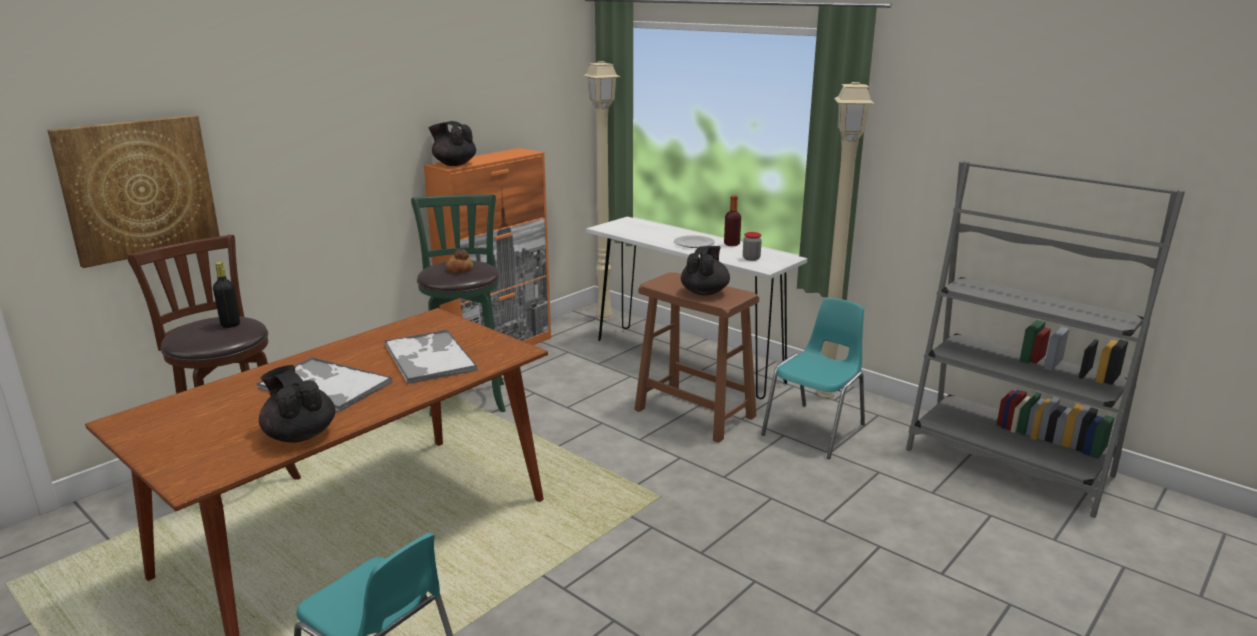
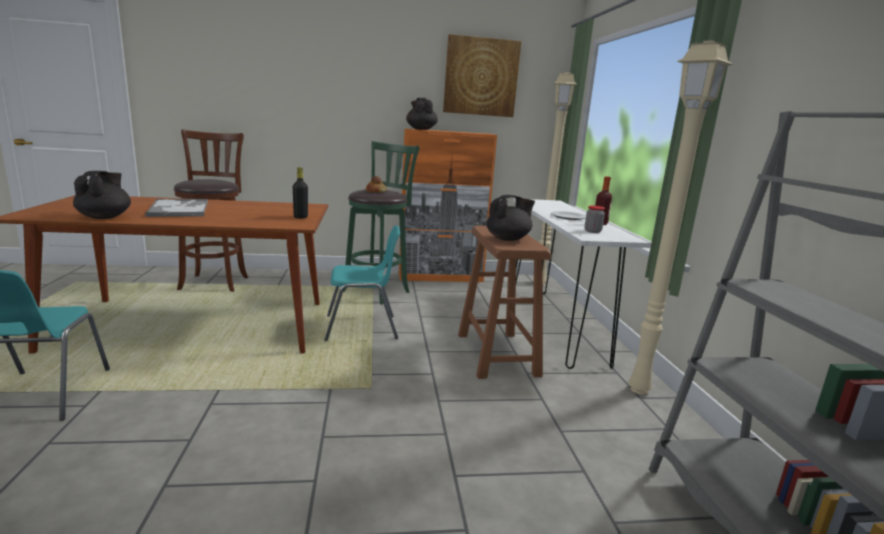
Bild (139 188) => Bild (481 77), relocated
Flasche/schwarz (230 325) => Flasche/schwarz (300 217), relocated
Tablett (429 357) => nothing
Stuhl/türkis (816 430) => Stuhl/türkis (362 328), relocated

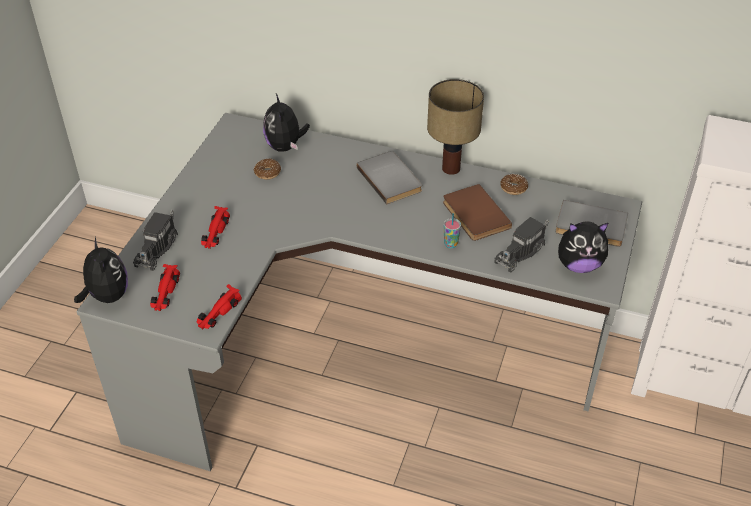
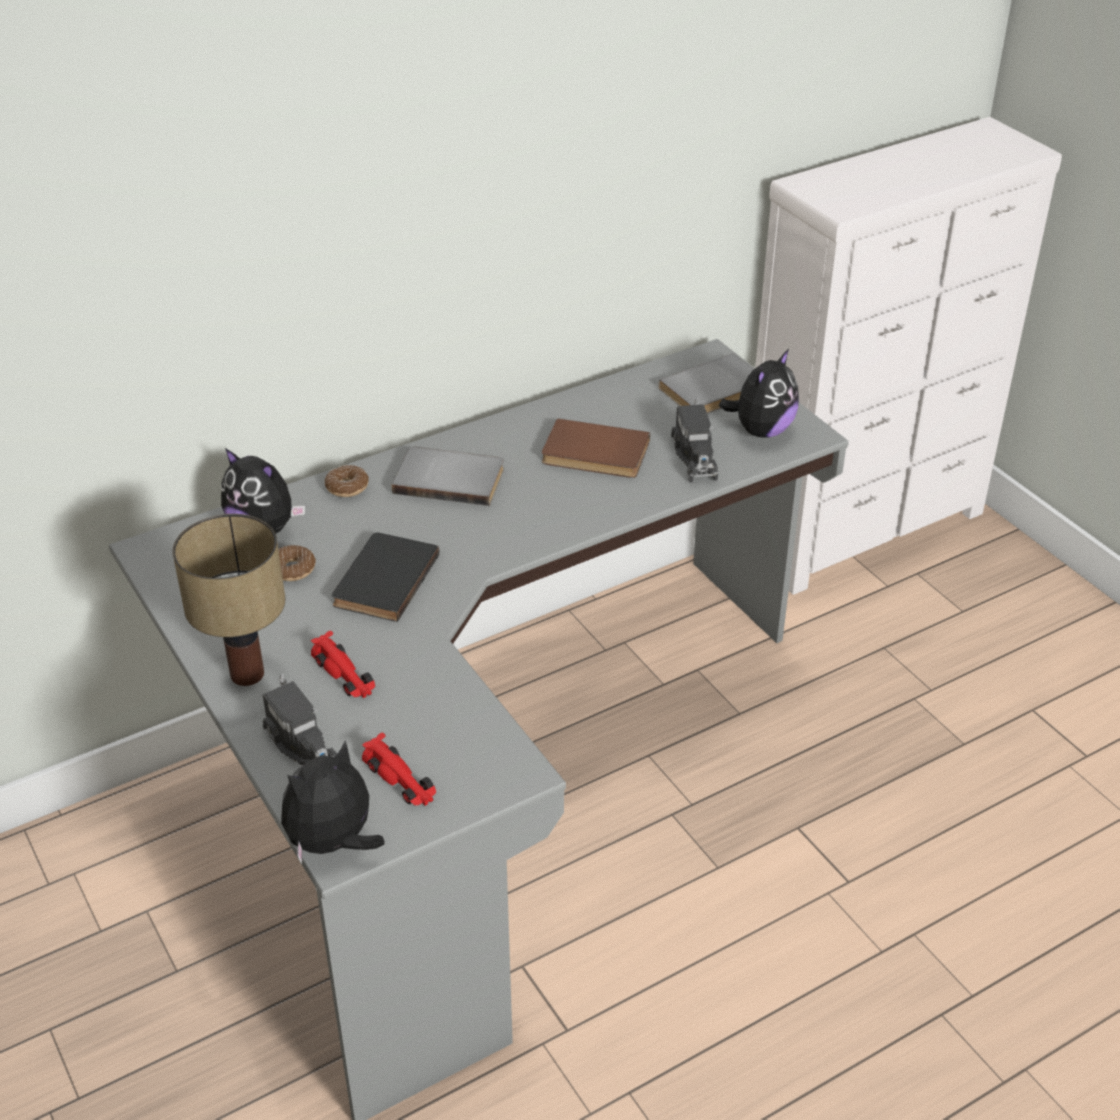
Plüschtier (107 296) => Plüschtier (333 843), 60 degrees counterclockwise
Spielzeugauto/rot (218 312) => nothing
Tischlampe (451 169) => Tischlampe (249 674), relocated
Tasse (450 244) => nothing
Donut (513 188) => Donut (347 487), relocated
nothing => Buch/schwarz (382 579)

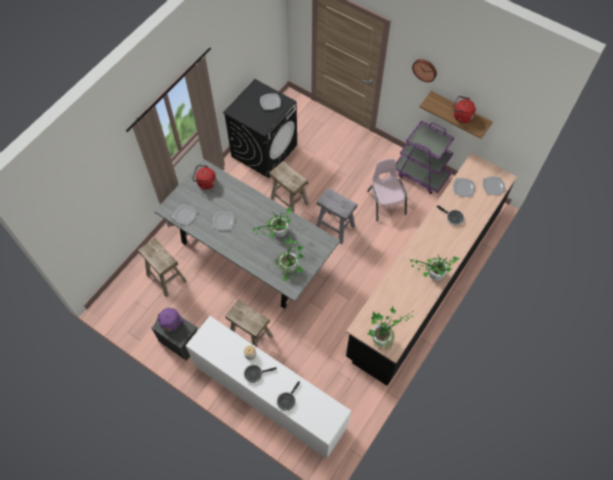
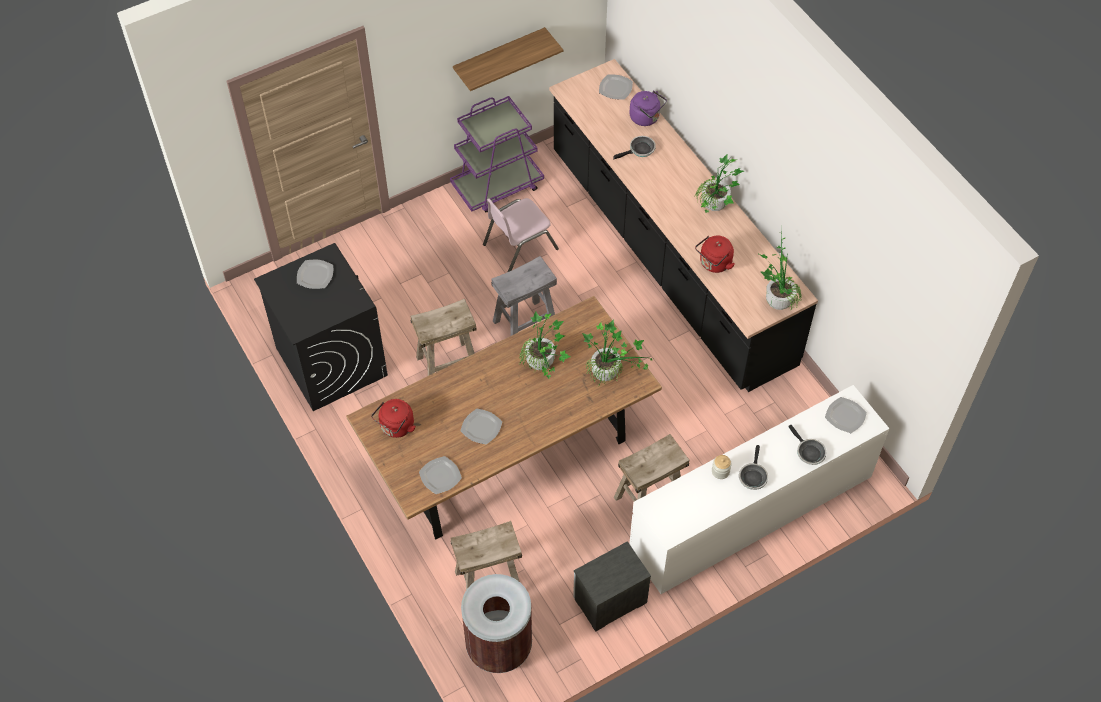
Esstisch/grau (250 253) => Esstisch/braun (507 450)
Wasserkessel/lila (171 324) => Wasserkessel/lila (646 118), relocated
Stuhl/rosa (386 202) => Stuhl/rosa (519 246), 45 degrees counterclockwise
Wanduhr (425 69) => nothing
Wasserkessel/rot (461 116) => Wasserkessel/rot (714 264), relocated
Teller (463 188) => Teller (845 416), relocated
nothing => Mülleimer/braun (499 646)

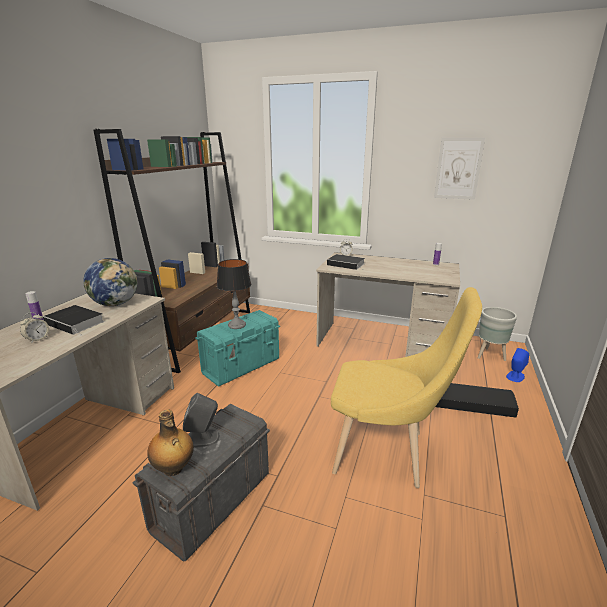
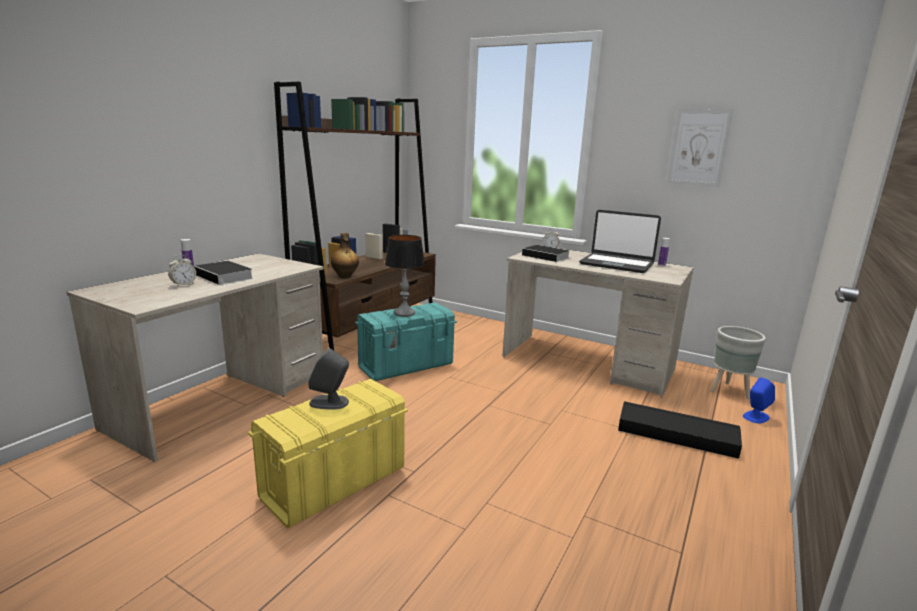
Globus (116 304) => nothing
Aufbewahrungsbox/grau (212 502) => Aufbewahrungsbox/gelb (333 483)
Flasche (173 469) => Flasche (345 276), relocated
Stuhl/gelb (386 453) => nothing
nothing => Laptop (616 264)

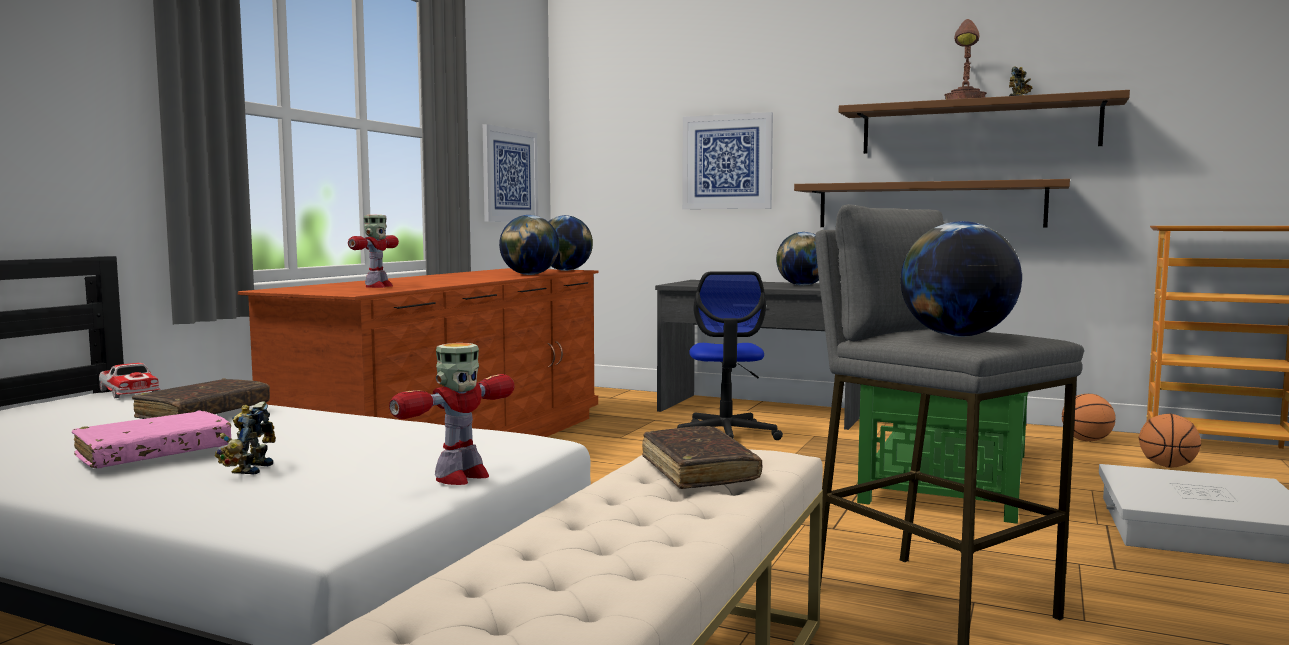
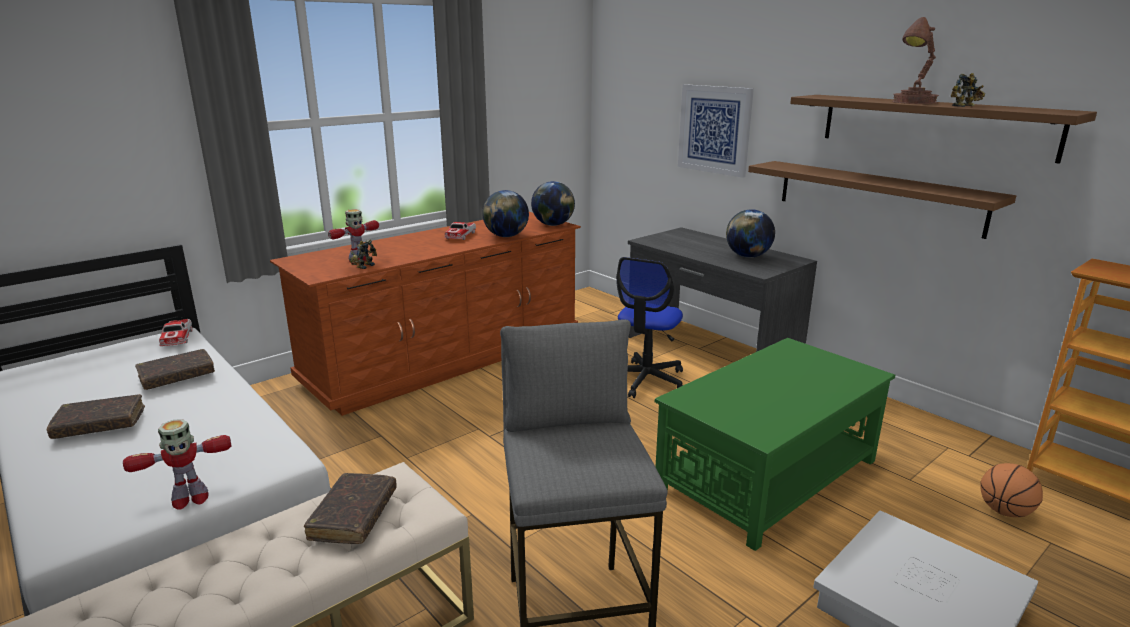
Buch/rosa (154 454) => Buch/braun (100 424)
Spielzeugroboter (248 469) => Spielzeugroboter (364 266), relocated
Bild (509 175) => nothing
Globus (957 336) => nothing
Basketball (1086 441) => nothing
nothing => Spielzeugauto (460 236)

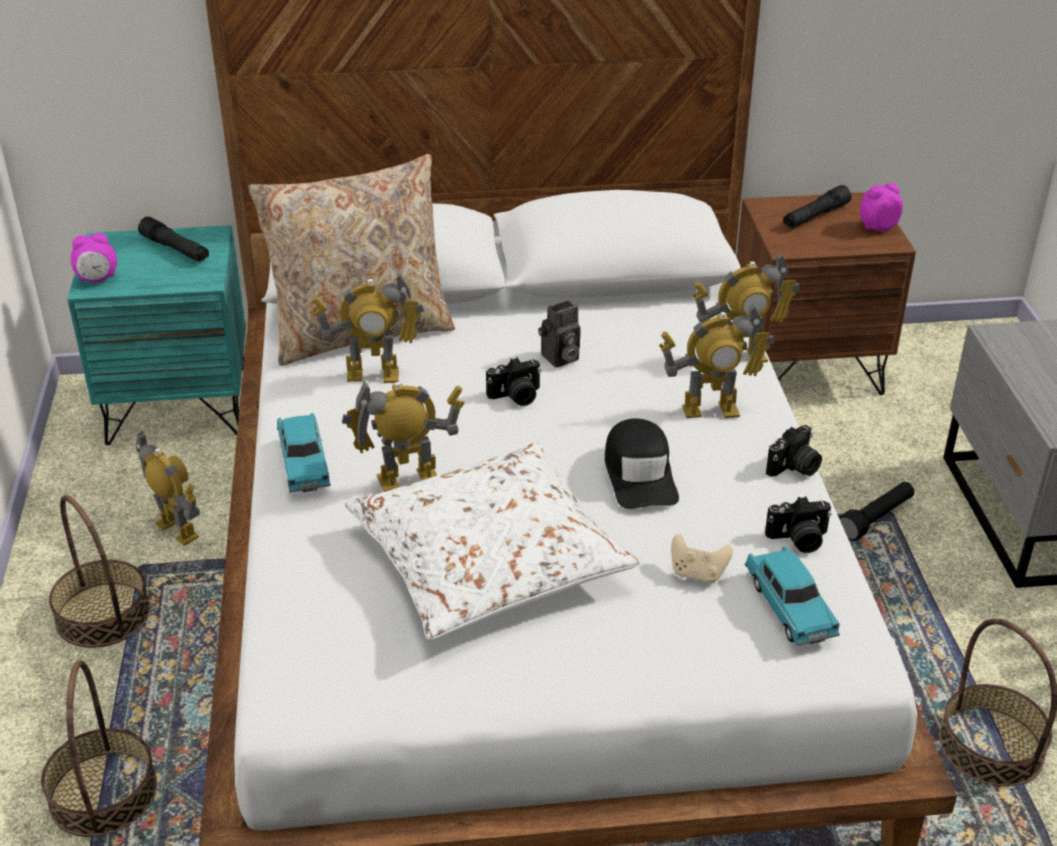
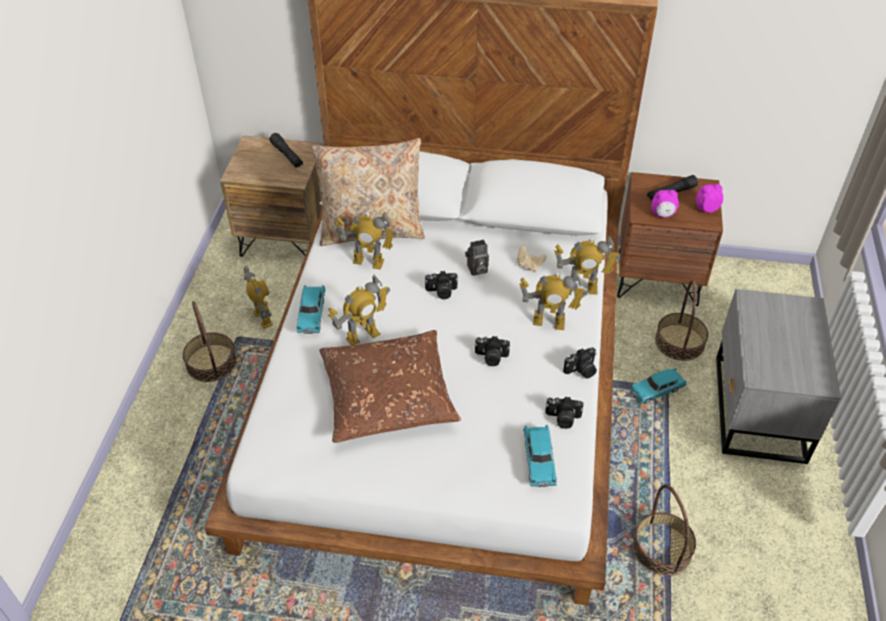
Korb (103 793) => Korb (679 342), relocated
Nachttisch/türkis (180 406) => Nachttisch/braun (286 238)
Wecker (98 279) => Wecker (662 214), relocated
Spielzeugroboter (407 479) => Spielzeugroboter (362 335), 150 degrees clockwise
Kissen/weiß (488 560) => Kissen/braun (388 395)
Kappe/schwarz (640 474) => Kamera (491 357)
Gamepad/beige (697 573) => Gamepad/beige (529 265), relocated
Taschenlampe/schwarz (876 519) => Spielzeugauto/türkis (656 390)

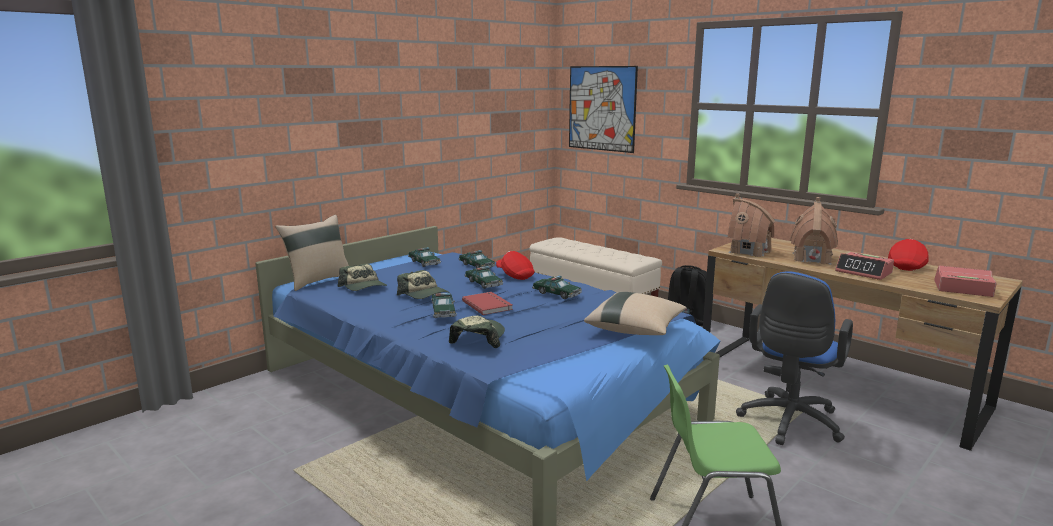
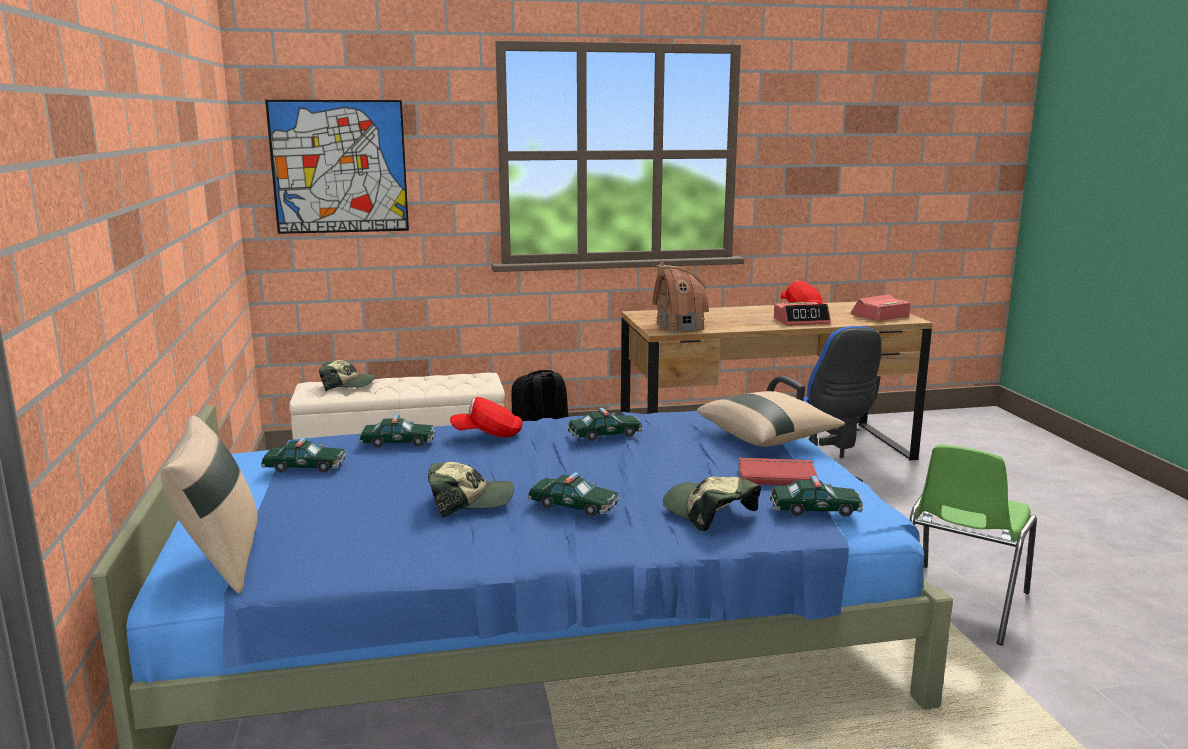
Kappe (363 287) => Kappe (349 385), relocated
Buch/rot (488 305) => Buch/rot (776 474), relocated
Spielzeugauto (483 283) => Spielzeugauto (815 509), relocated
Spielzeughaus (811 258) => nothing

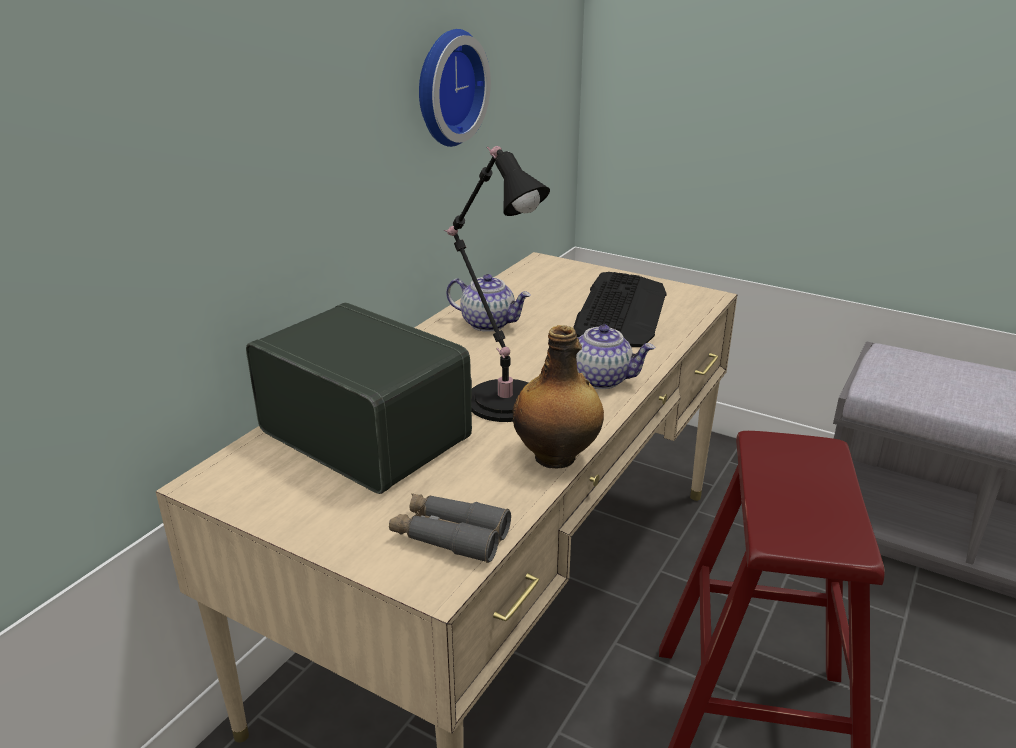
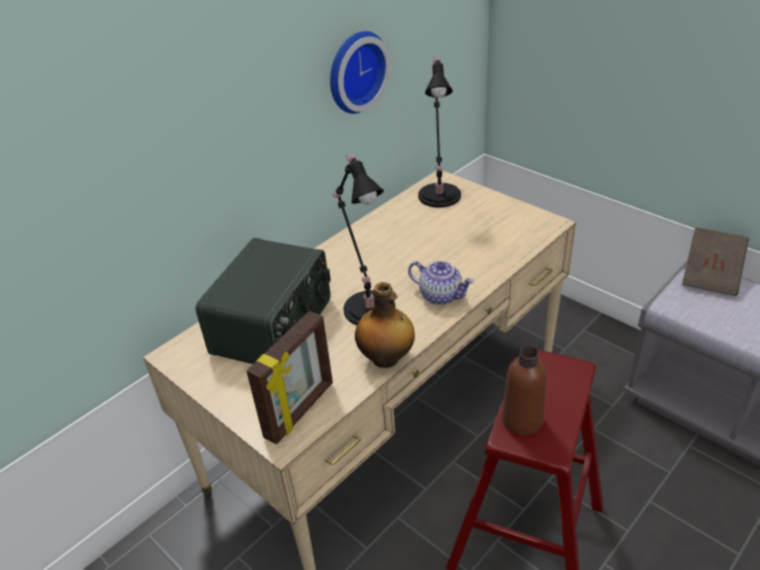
Radio (367 433) => Radio (274 326), 60 degrees clockwise
Fernglas/grau (450 536) => Bilderrahmen (300 411)
Teekanne (489 323) => nothing
Tastatur (621 311) => nothing
nothing => Tischlampe/schwarz (439 193)
nothing => Flasche/braun (522 420)
nothing => Buch/braun (711 274)

